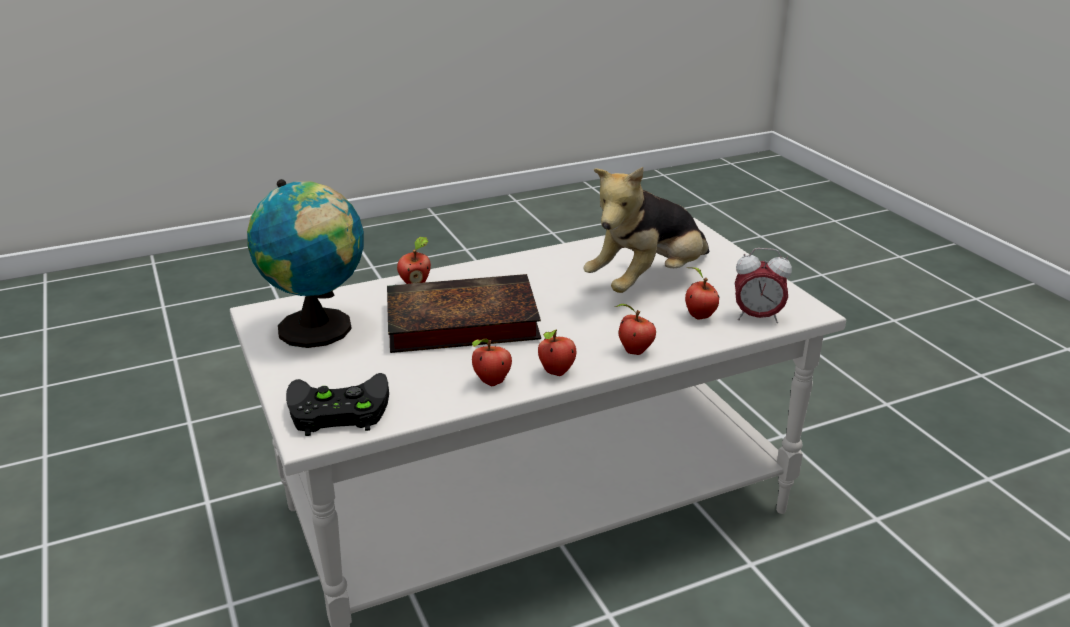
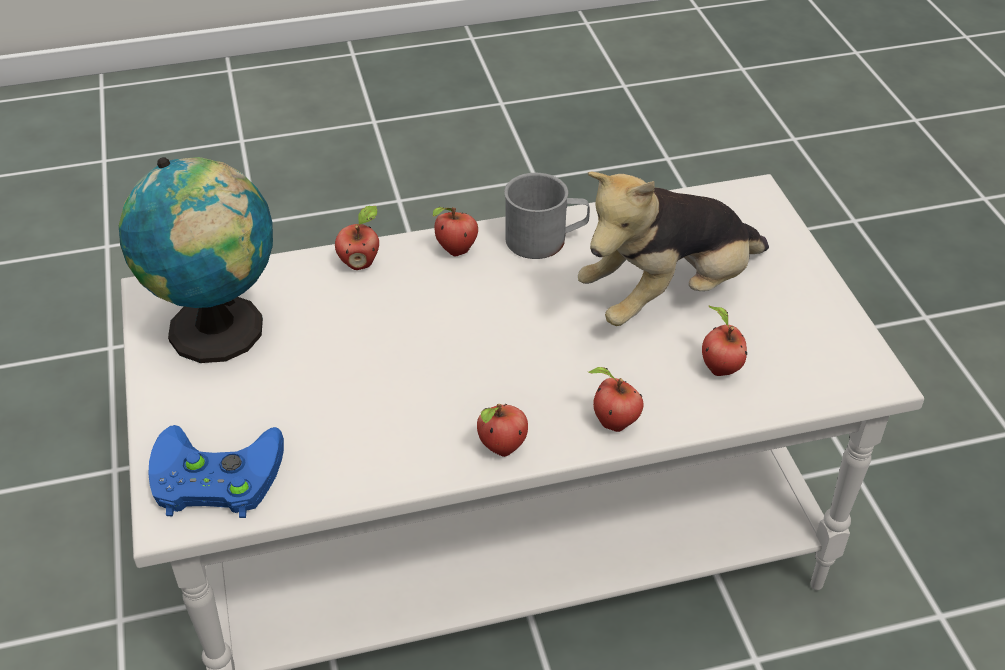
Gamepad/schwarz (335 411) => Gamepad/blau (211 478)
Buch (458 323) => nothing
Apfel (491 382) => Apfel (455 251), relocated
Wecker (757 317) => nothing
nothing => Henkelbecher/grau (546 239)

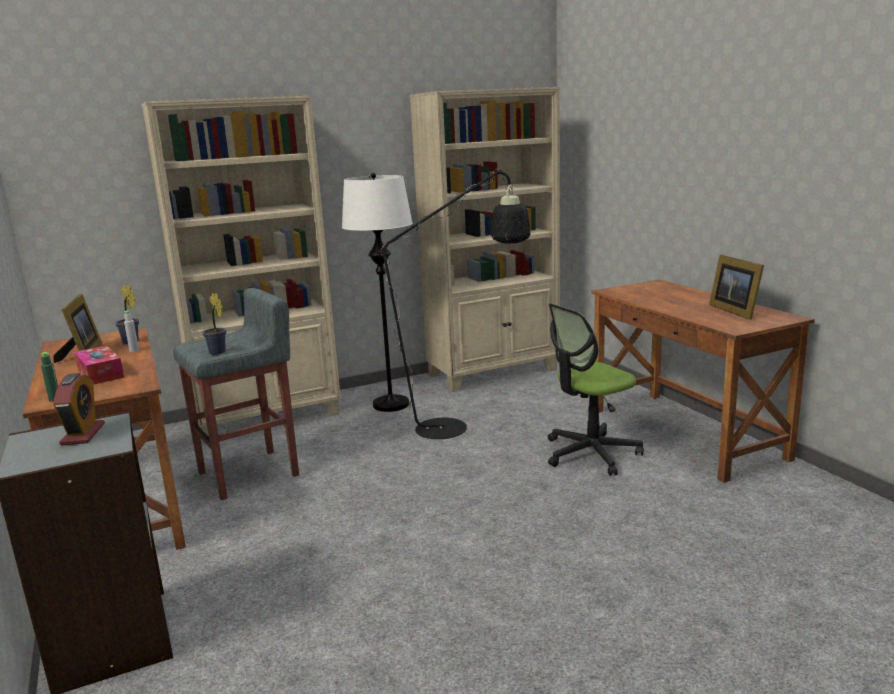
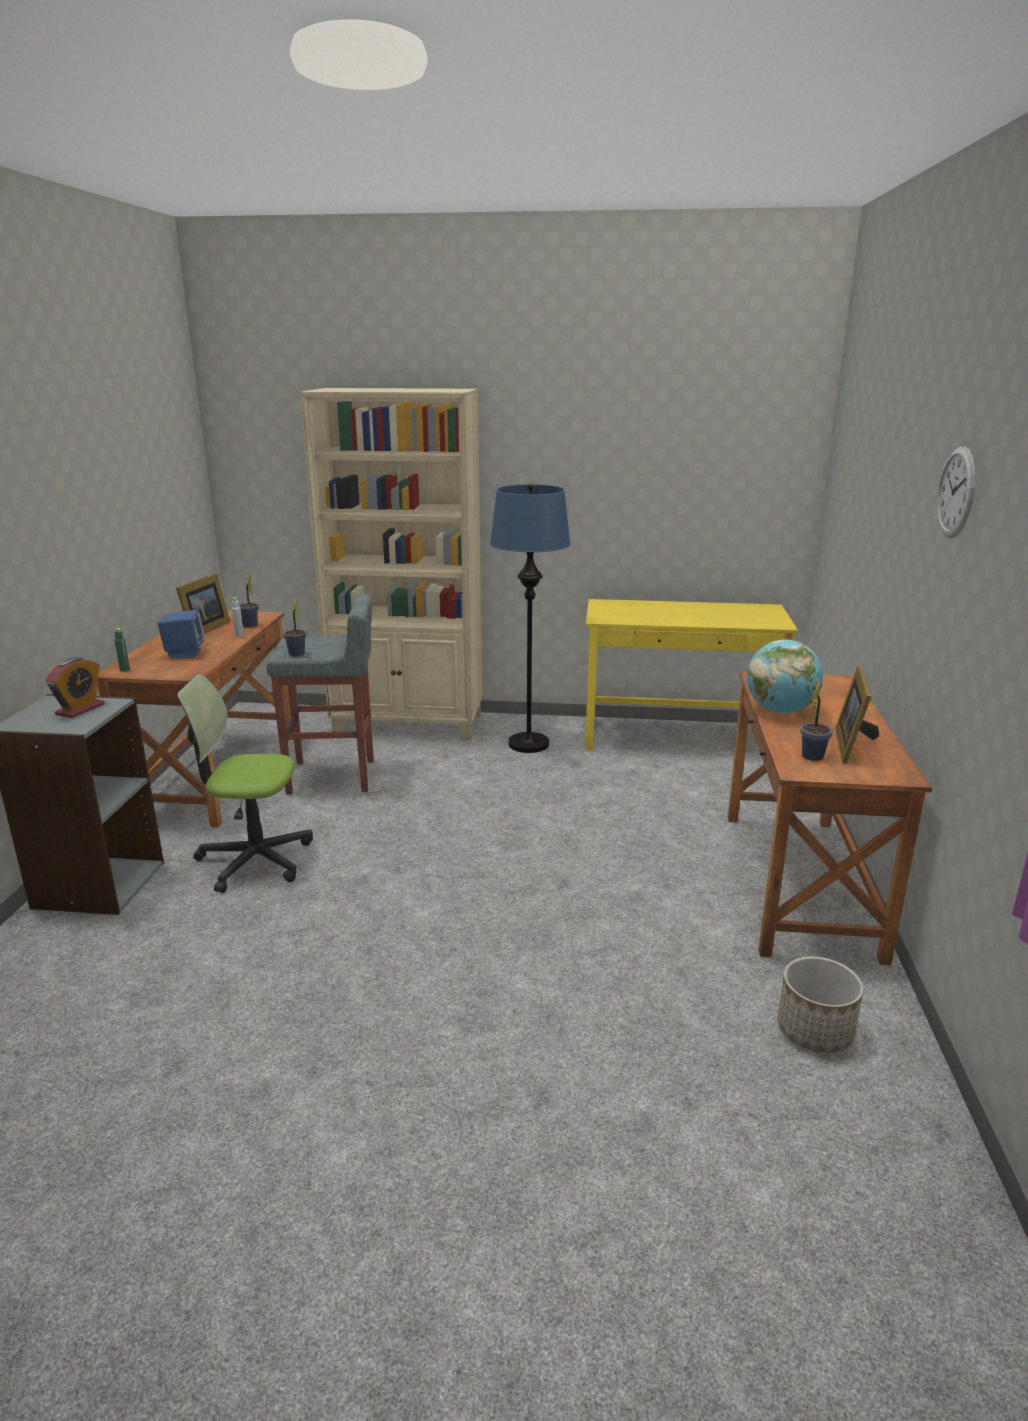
Taschentuchbox (100 374) => Lautsprecher/blau (184 653)
Stehlampe/schwarz (455 427) => nothing
Stehlampe/weiß (390 404) => Stehlampe/blau (528 744)
Bücherregal/beige (494 372) => Schreibtisch/gelb (677 737)
Bürostuhl (591 453) => Bürostuhl (255 860), relocated
nothing => Globus (780 711)
nothing => Pflanzkübel (815 1031)
nothing => Topfpflanze (813 755)
nothing => Wanduhr (956 492)

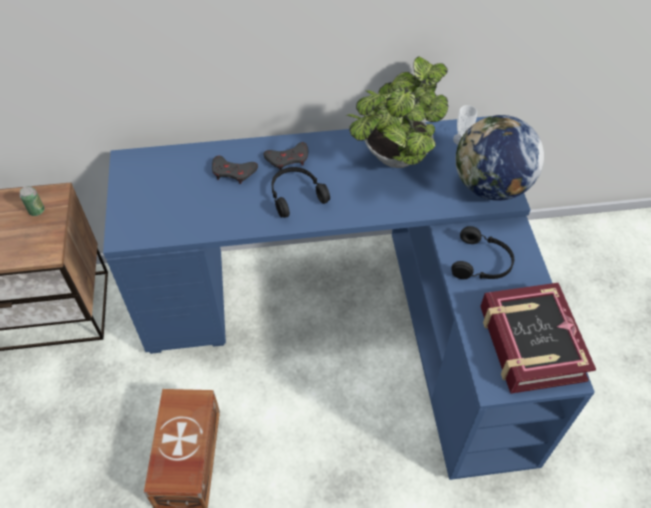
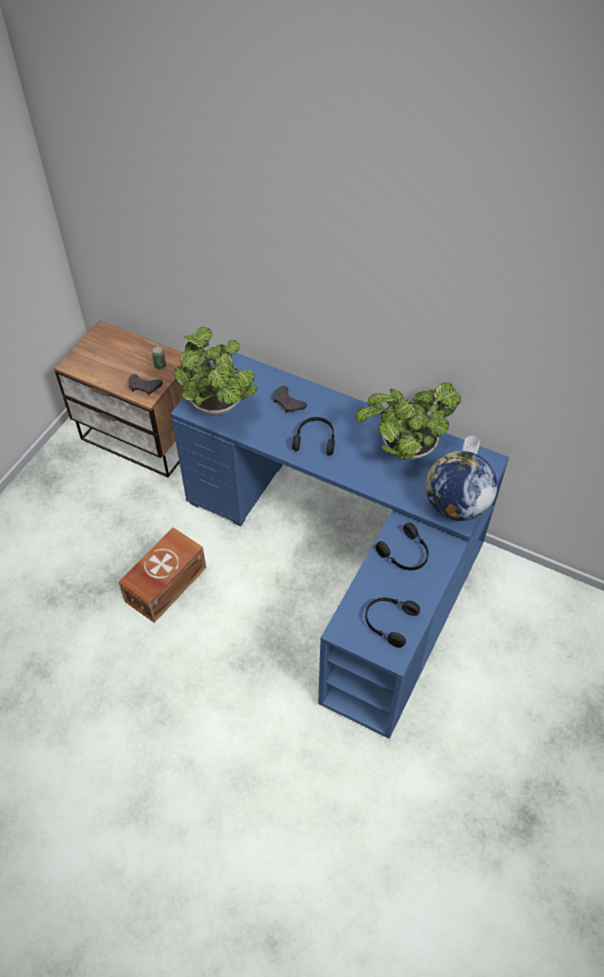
Gamepad/grau (288 159) => Gamepad/grau (144 386), relocated
Buch (530 343) => Kopfhörer/schwarz (388 622)
nothing => Topfpflanze (218 408)

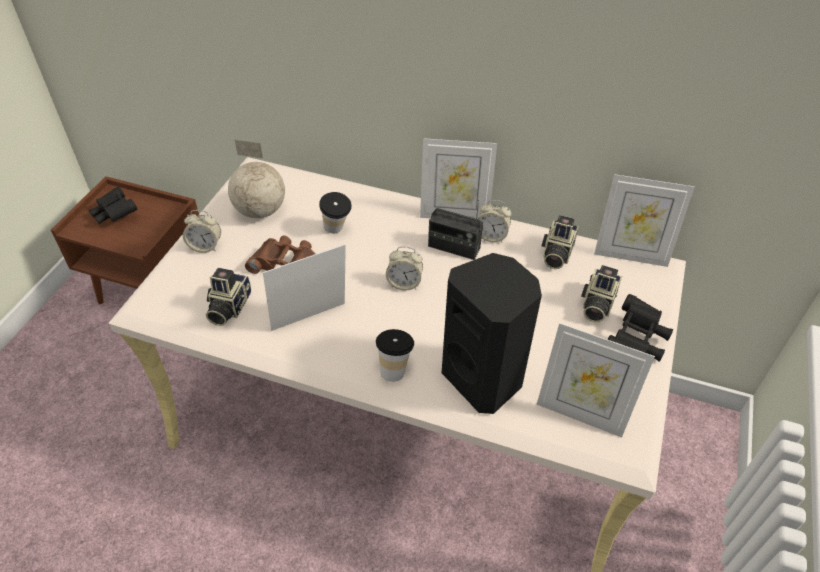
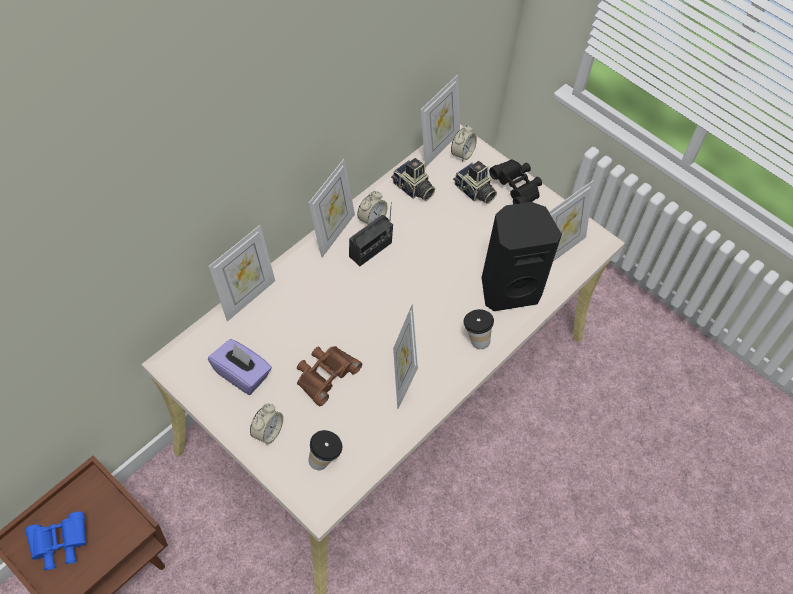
Fernglas/schwarz (115 214) => Fernglas/blau (59 545)
Kamera (228 307) => nothing
Globus (260 211) => Taschentuchbox/lila (242 374)
Tasse (337 231) => Tasse (325 460), relocated
Wecker (404 283) => Wecker (462 154), relocated
nothing => Bilderrahmen (246 296)

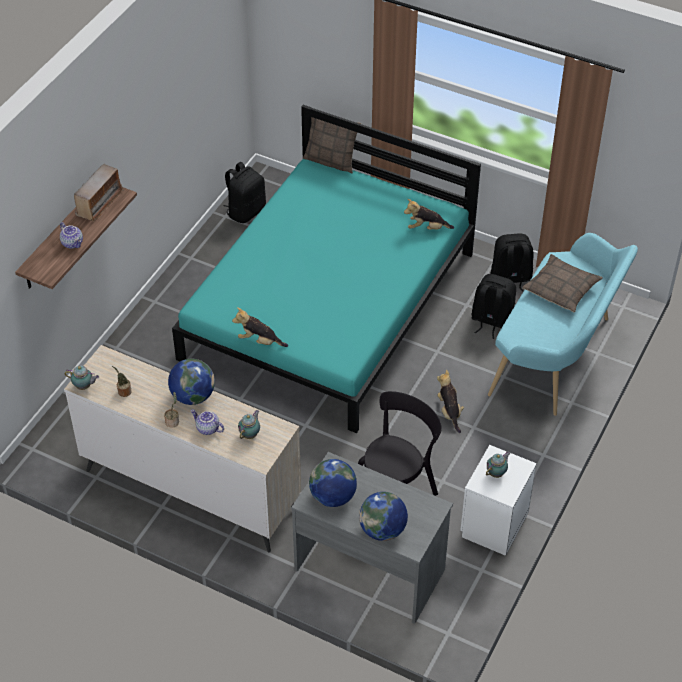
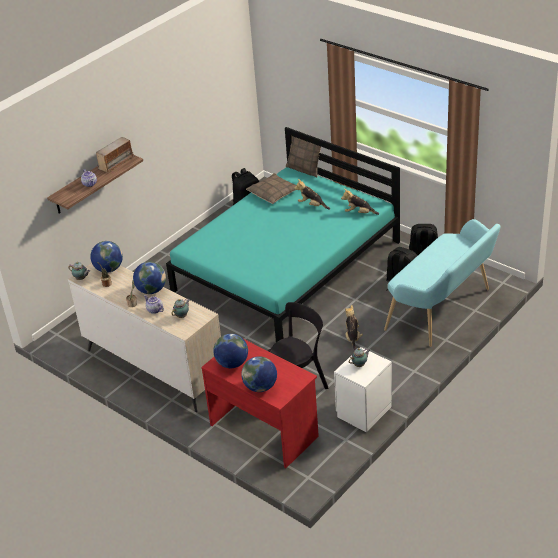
Plüschtier (259 341) => Plüschtier (312 205), relocated
Schreibtisch/grau (370 568) => Schreibtisch/rot (264 429)
Kissen (561 289) => Kissen (274 193), relocated
nothing => Globus (109 269)

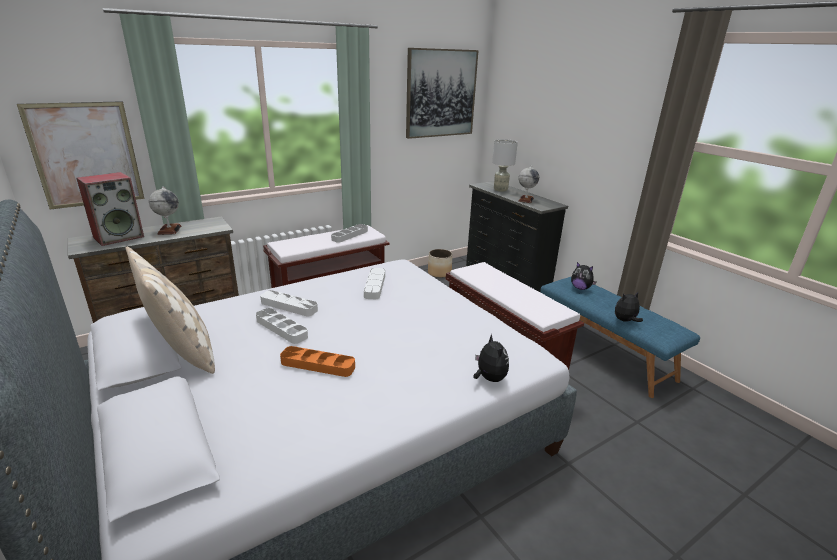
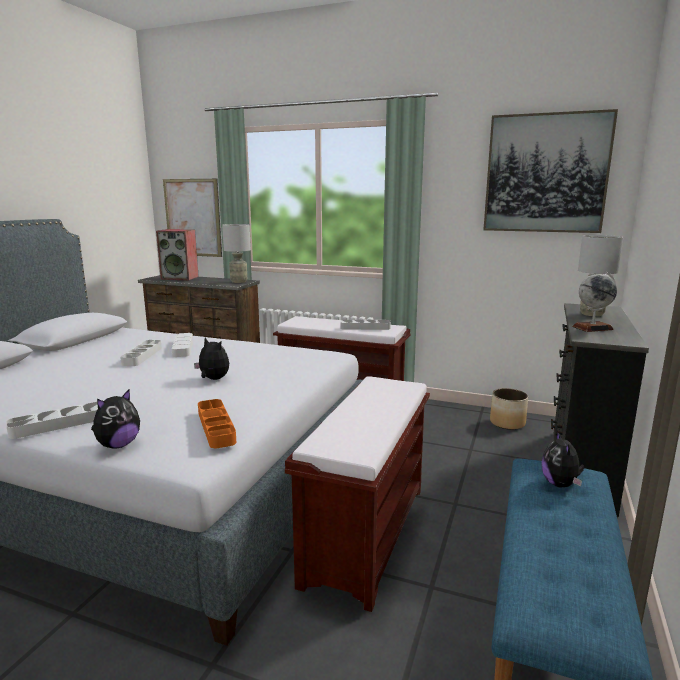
Kissen/beige (182 352) => nothing
Globus (169 230) => nothing
Tablett/orange (318 365) => Tablett/orange (216 427), relocated
Tablett/weiß (375 286) => Tablett/weiß (60 424), relocated
Plüschtier (625 321) => Plüschtier (213 379), relocated
nothing => Tischlampe/grau (239 281)

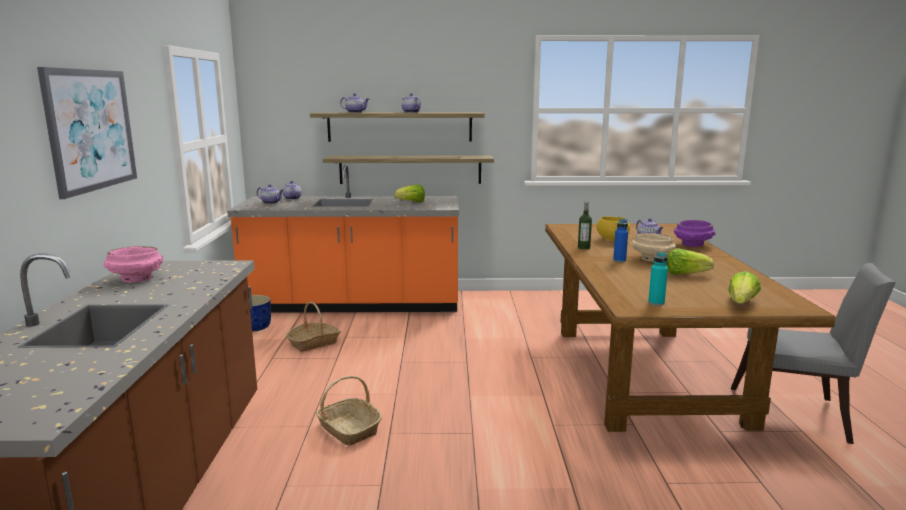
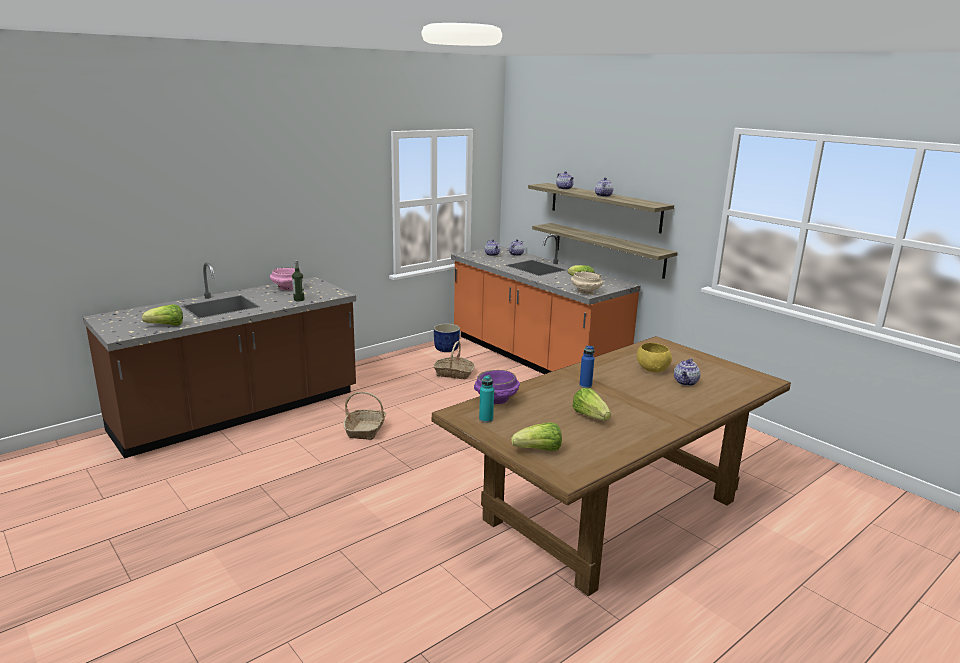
Bild (91 130) => nothing
Flasche (583 248) => Flasche (299 299), relocated
Schüssel/beige (651 259) => Schüssel/beige (585 292), relocated
Schüssel/lila (693 245) => Schüssel/lila (496 400), relocated
Stuhl/grau (796 416) => nothing
nothing => Salatkopf (166 325)

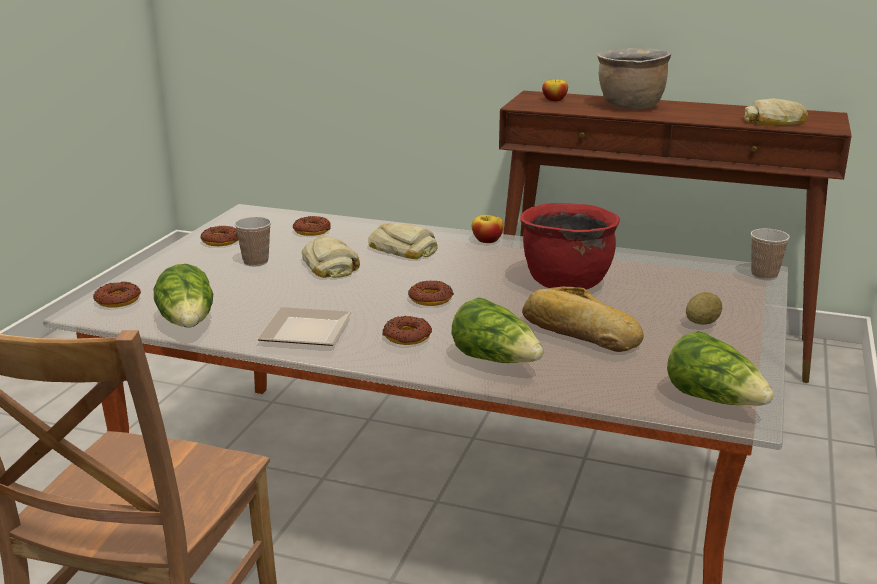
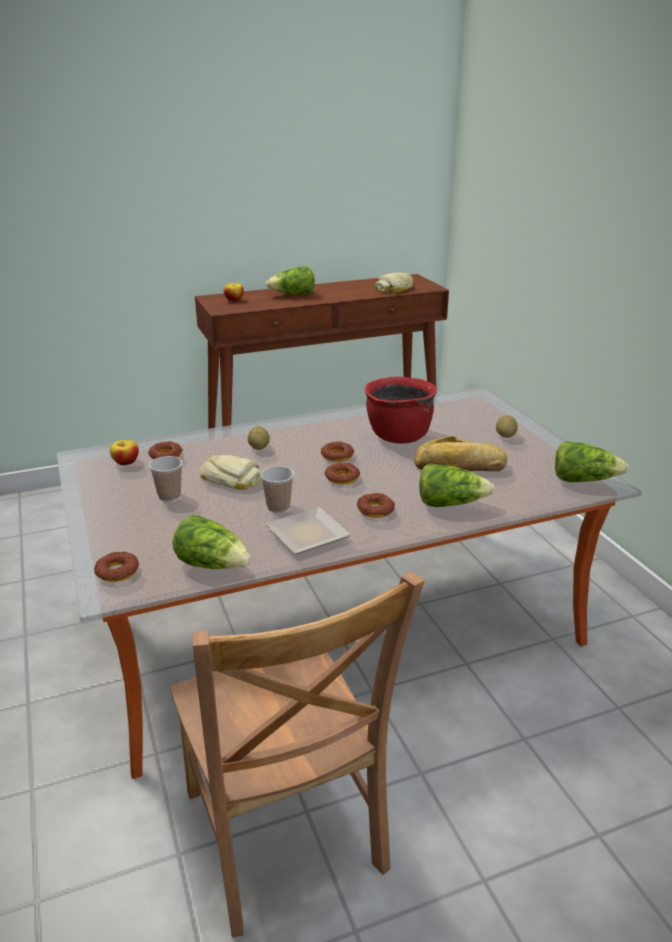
Donut (221 241) => Donut (337 455), relocated
Brot (403 249) => Kartoffel (259 447)
Apfel (487 241) => Apfel (126 462), relocated
Kochtopf/braun (630 106) => Salatkopf (293 295)
Tasse (764 275) => Tasse (278 507), relocated

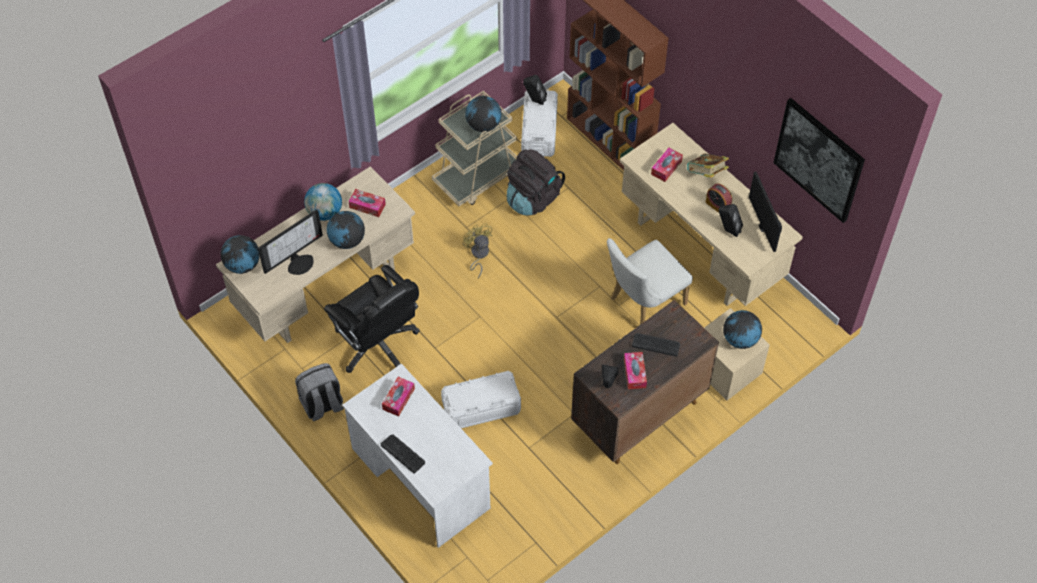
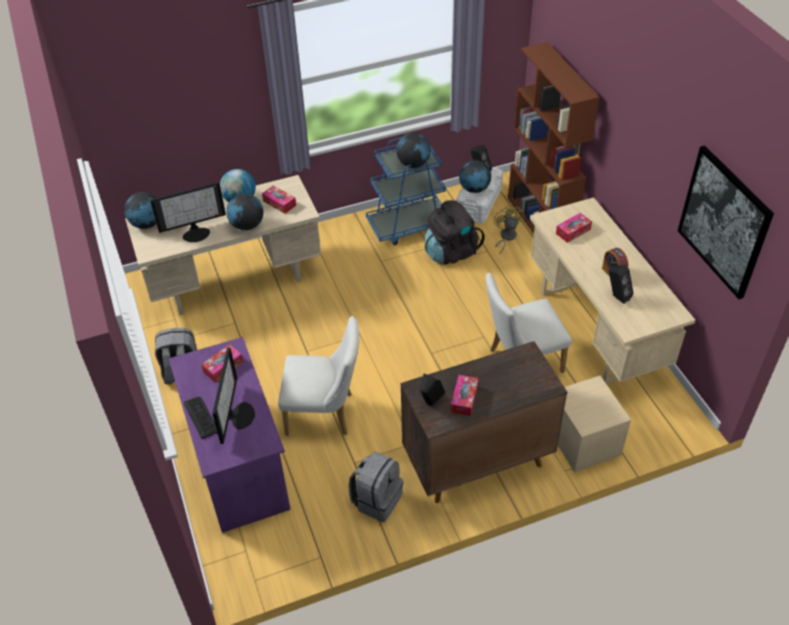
Bürostuhl/schwarz (378 344) => nothing
Schreibtisch/weiß (420 478) => Schreibtisch/lila (237 461)
Rollwagen/beige (477 177) => Rollwagen/blau (408 225)
Aufbewahrungsbox/weiß (481 408) => Stuhl/weiß (325 414)
Ventilator/gelb (478 255) => Ventilator/gelb (506 237), relocated
Tastatur (656 344) => nothing
Buch (706 174) => nothing
Globus (740 339) => Globus (474 189), relocated
Monitor (767 226) => Monitor (239 415), relocated
nothing => Rucksack/grau (377 499)

